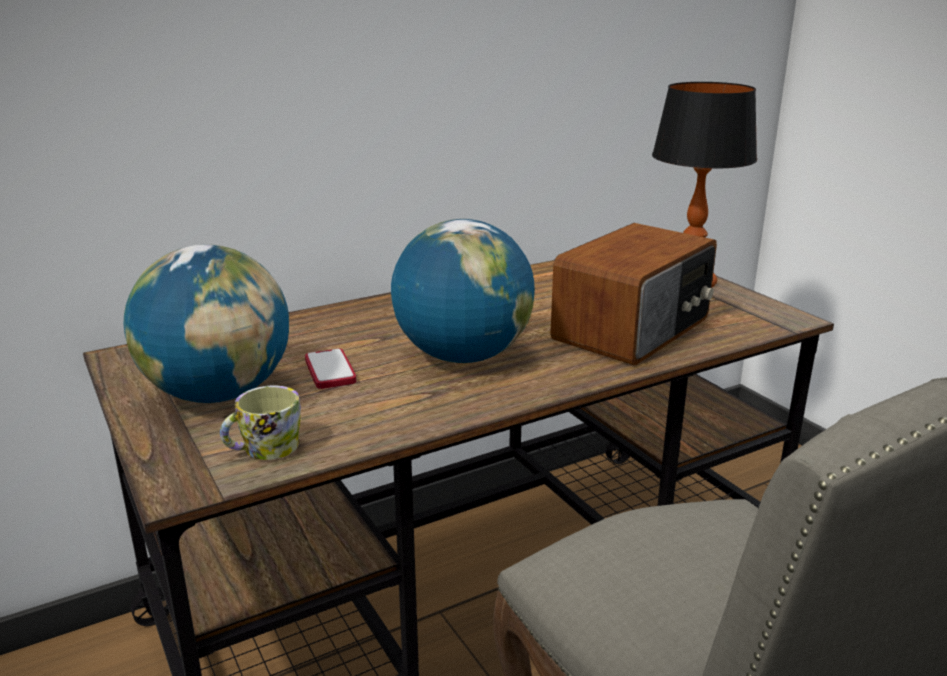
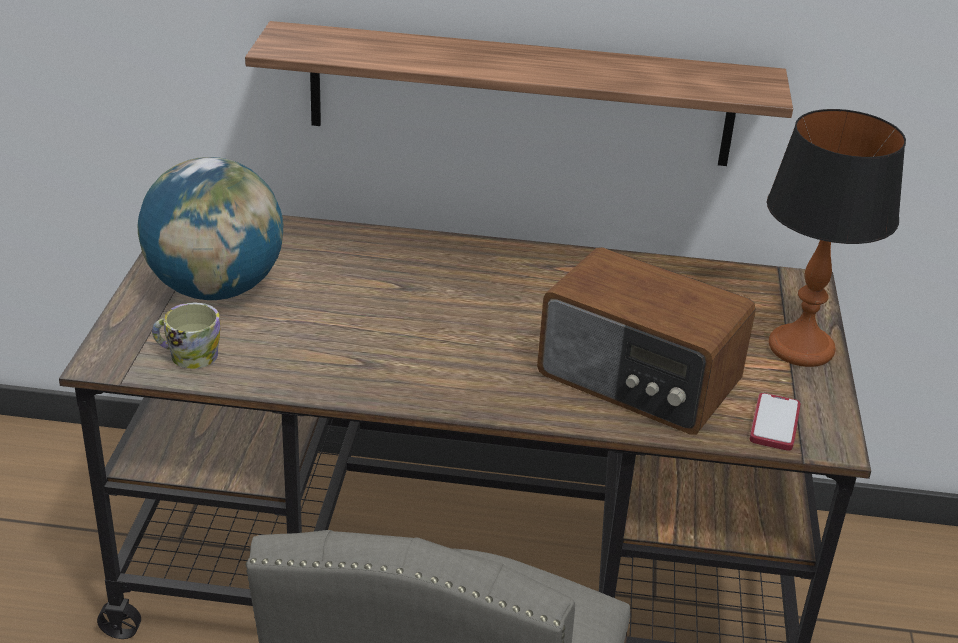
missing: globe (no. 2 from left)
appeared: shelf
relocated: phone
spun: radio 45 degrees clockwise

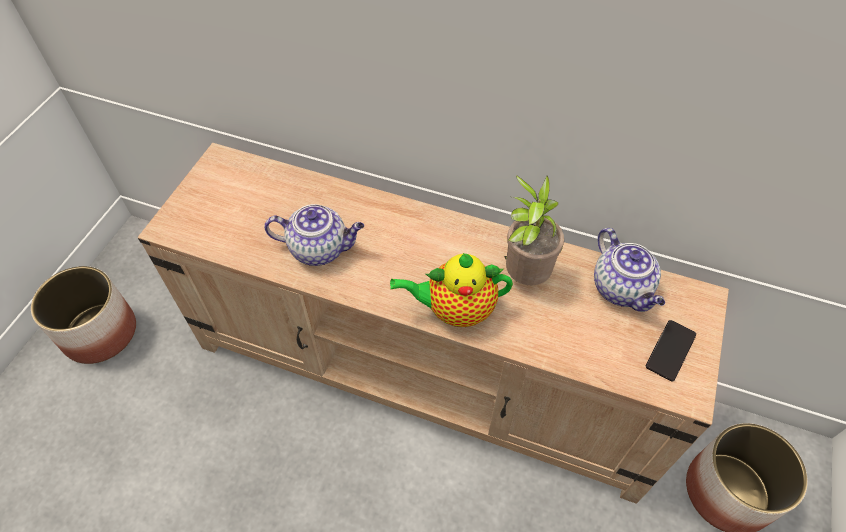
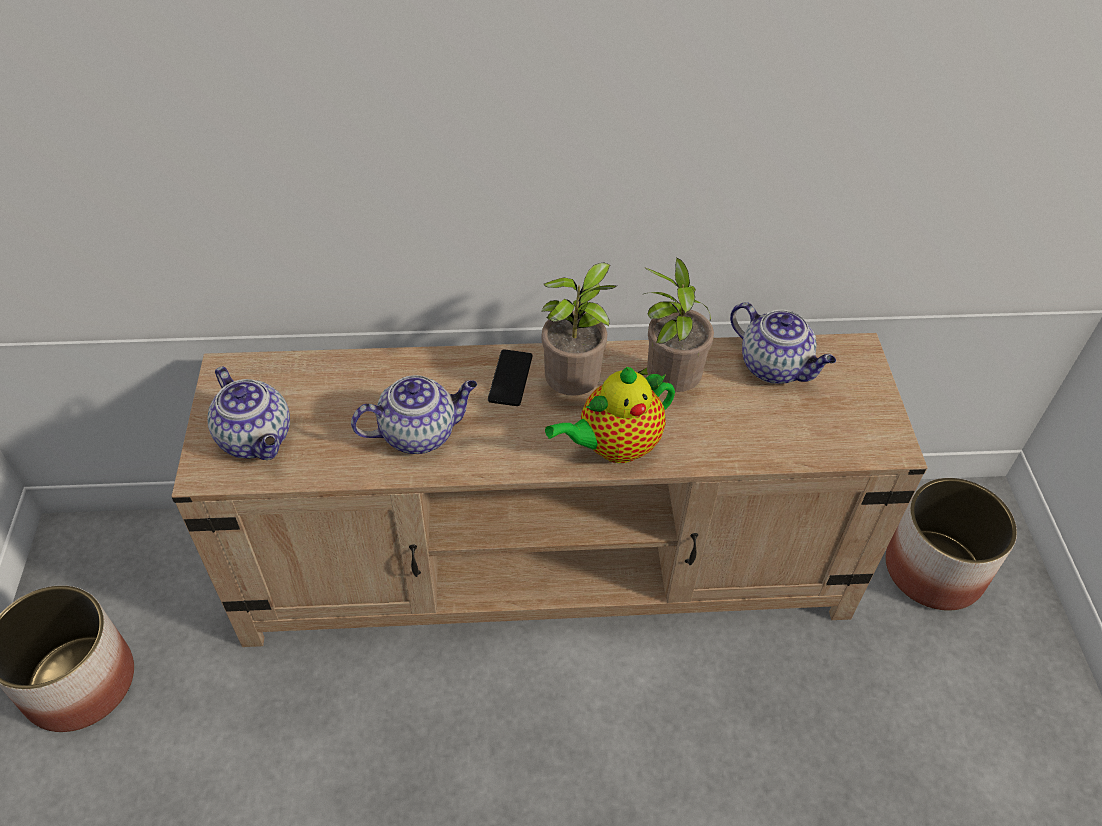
appeared: teapot (no. 1 from left); potted_plant (no. 1 from left)
relocated: phone

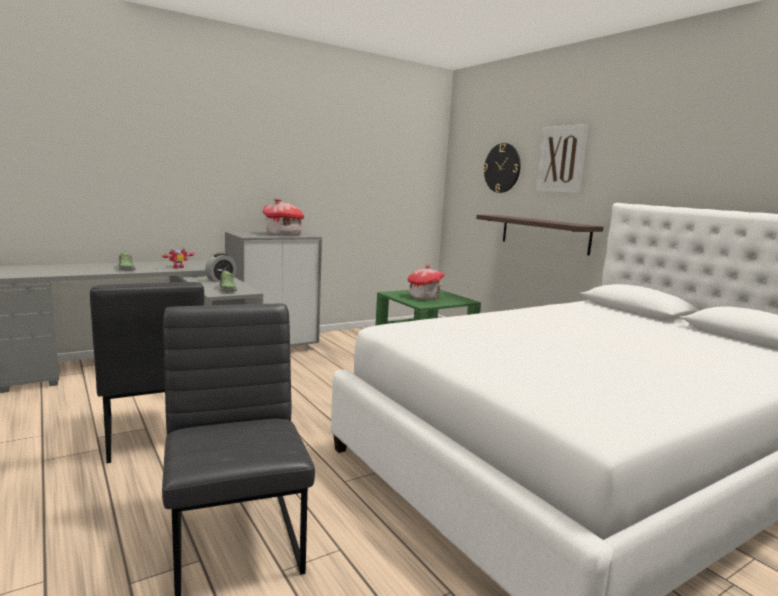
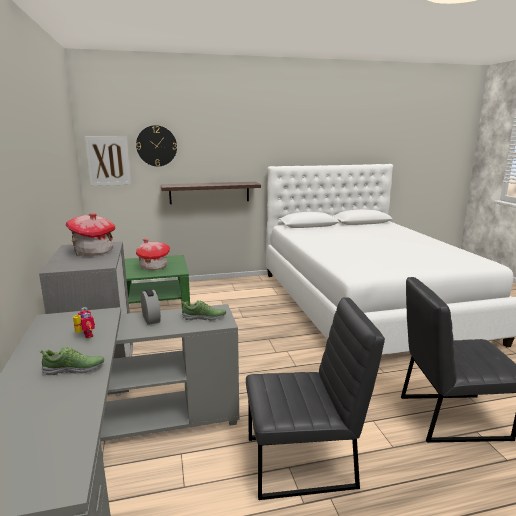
relocated: picture

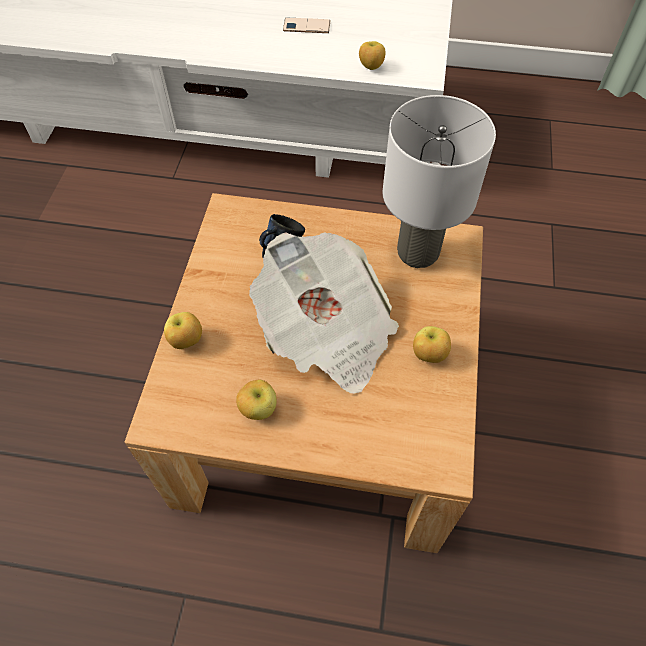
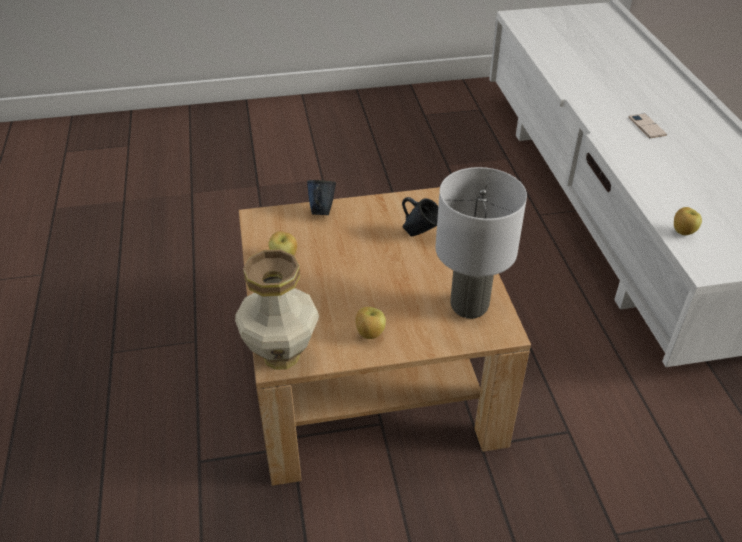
missing: newspaper
appeared: vase
relocated: phone
exchanged: apple (no. 1 from left) to blue_mug (no. 1 from left)

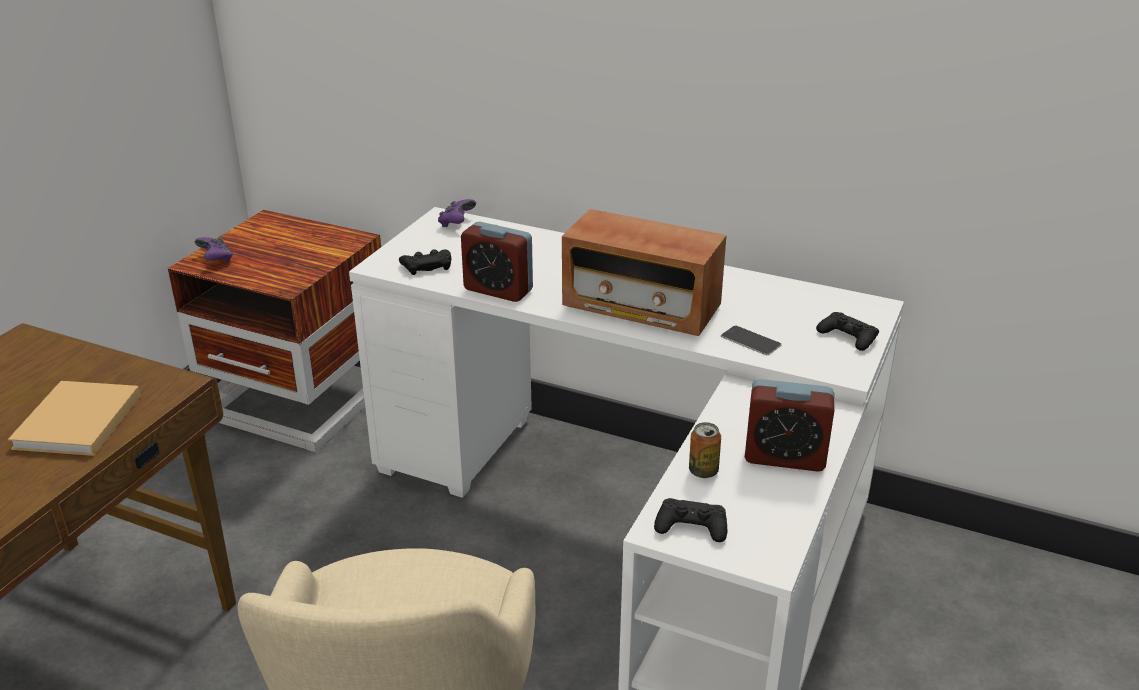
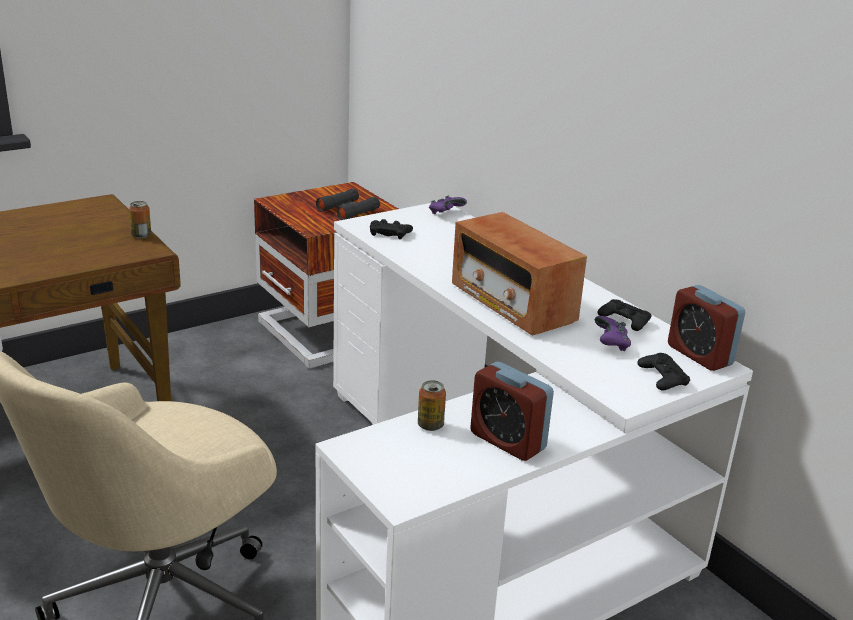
missing: beige_book; phone
appeared: can (no. 1 from left); black_binoculars
relocated: purple_game_controller (no. 1 from left in the first image) to purple_game_controller (no. 2 from left); alarm_clock (no. 1 from left in the first image) to alarm_clock (no. 2 from left); black_game_controller (no. 2 from left)

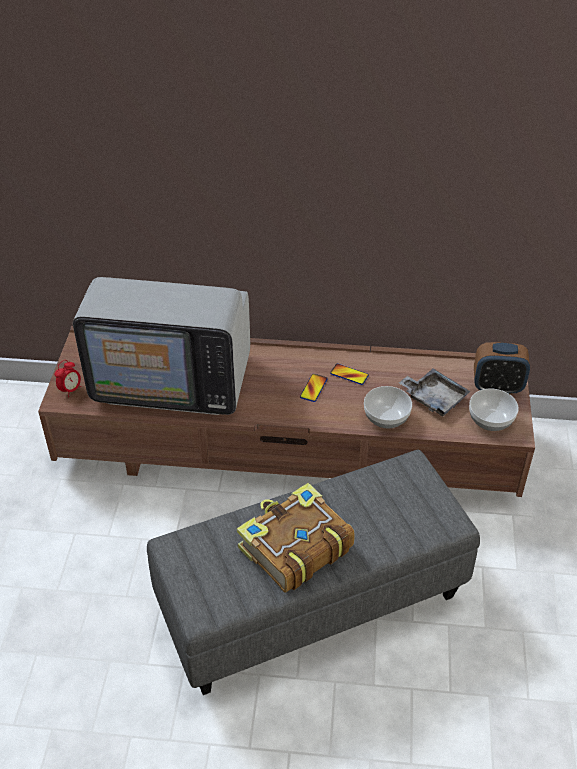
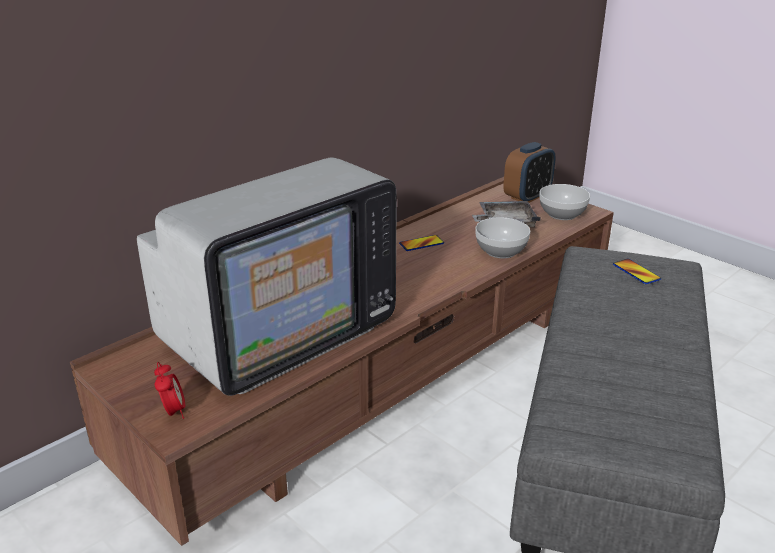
missing: book
relocated: phone (no. 1 from left in the first image) to phone (no. 2 from left)

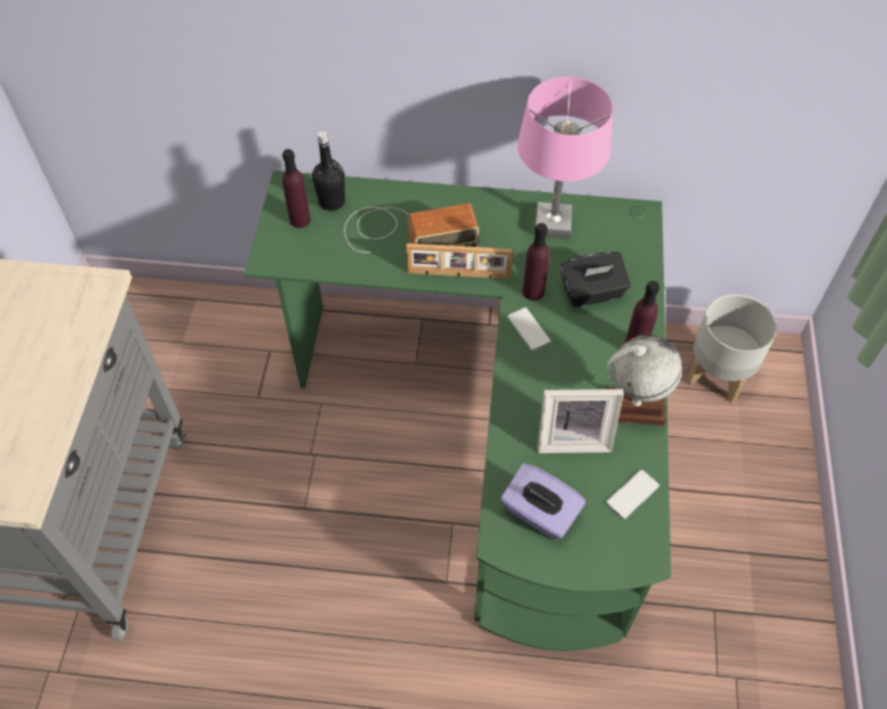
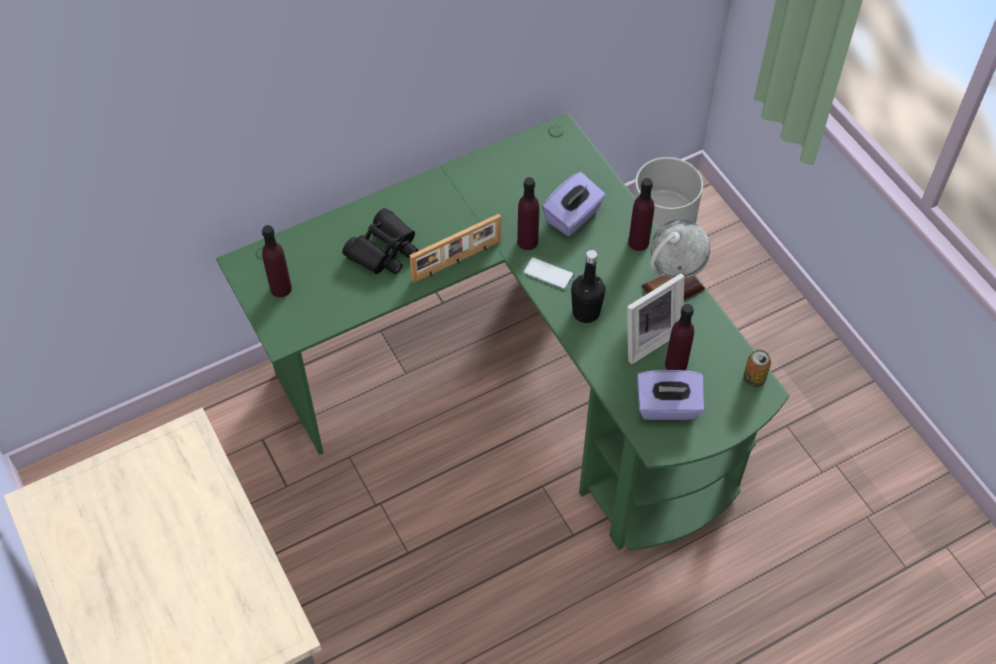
missing: pink_table_lamp; phone (no. 2 from left)
appeared: purple_bottle (no. 4 from left); can
relocated: black_bottle
exchanged: radio to black_binoculars
colour: black_tissue_box to purple_tissue_box (no. 1 from left)

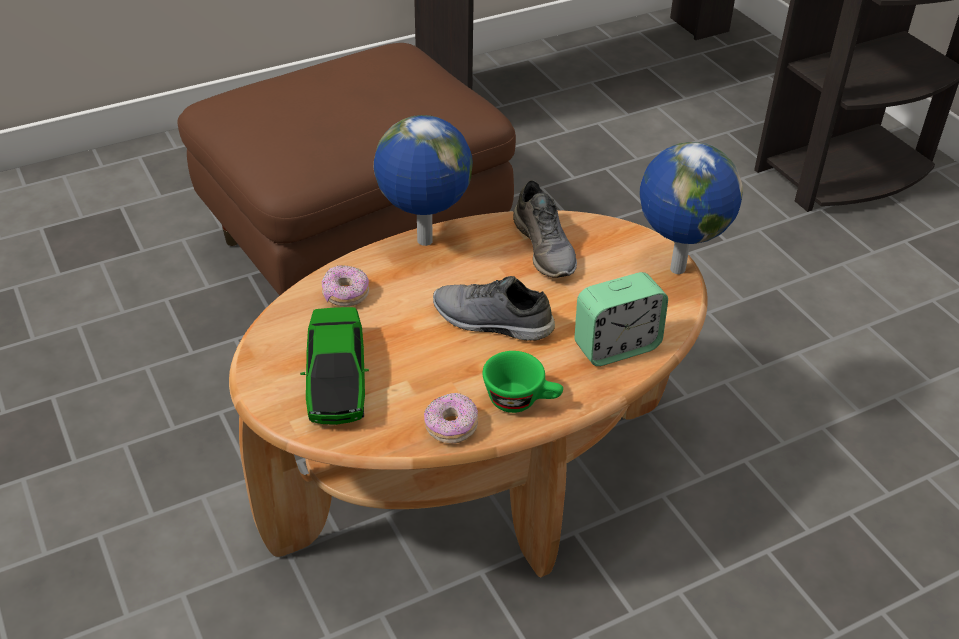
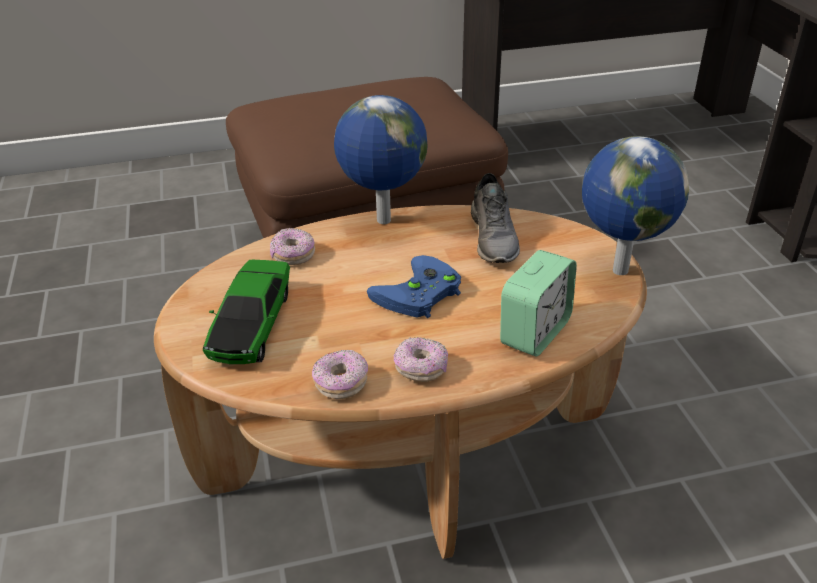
exchanged: grey_shoe (no. 1 from left) to blue_game_controller; green_cup to donut (no. 3 from left)
spun: alarm_clock 45 degrees counterclockwise

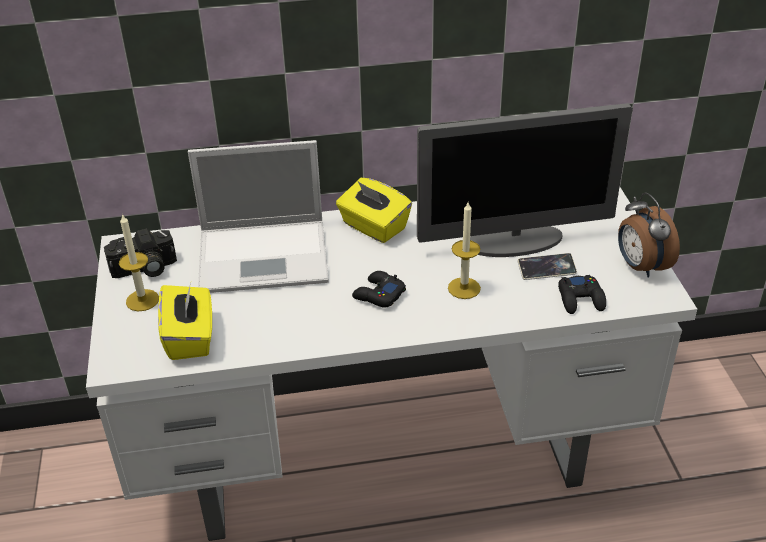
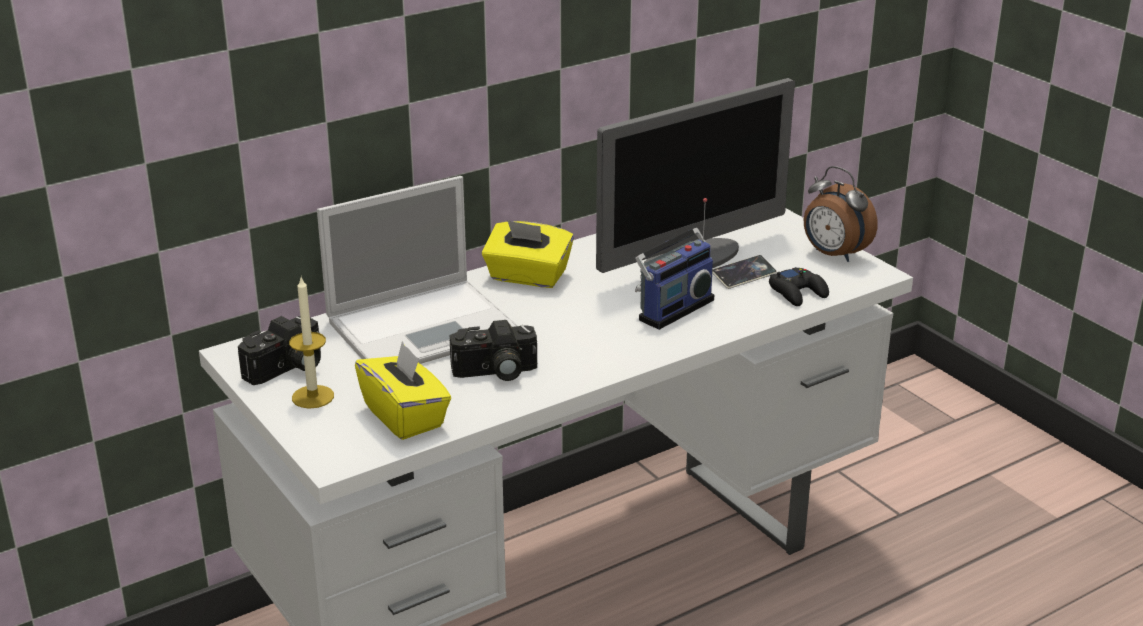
missing: black_game_controller (no. 1 from left)
appeared: photo_camera (no. 2 from left)
exchanged: candle (no. 2 from left) to radio

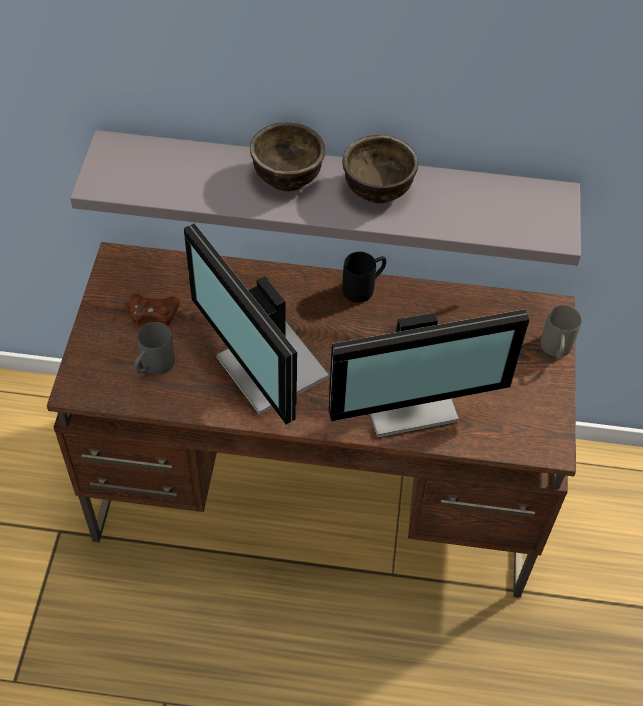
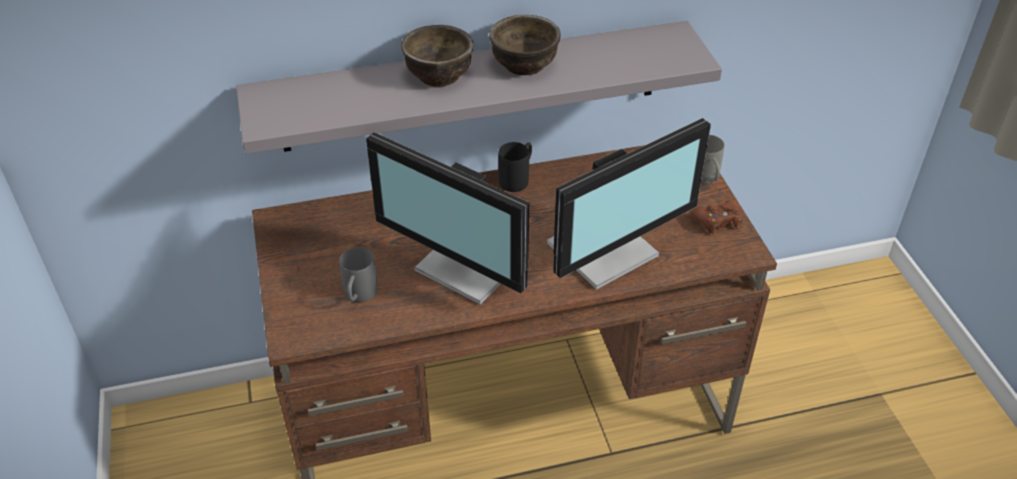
relocated: brown_game_controller

